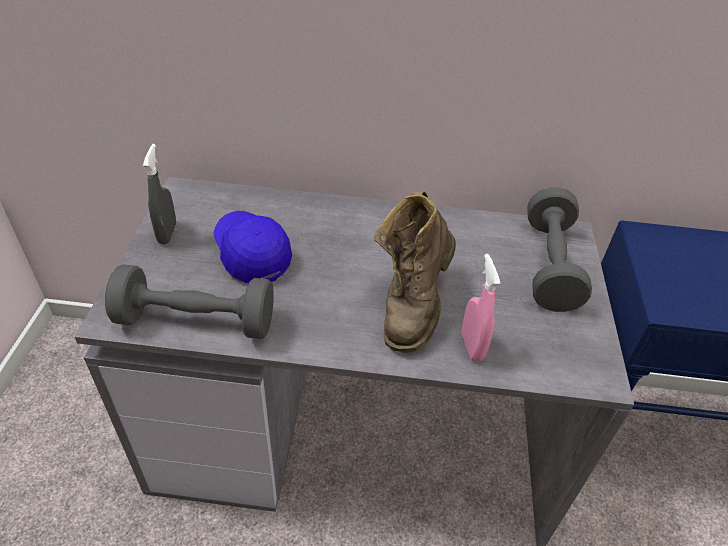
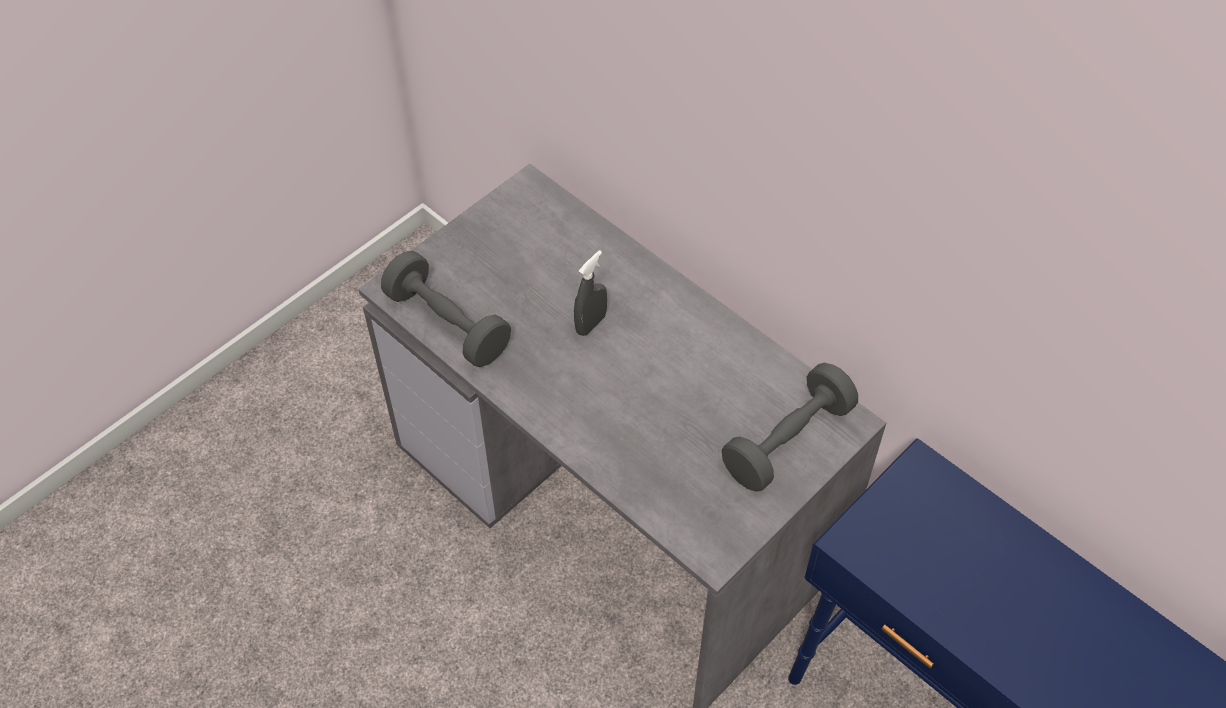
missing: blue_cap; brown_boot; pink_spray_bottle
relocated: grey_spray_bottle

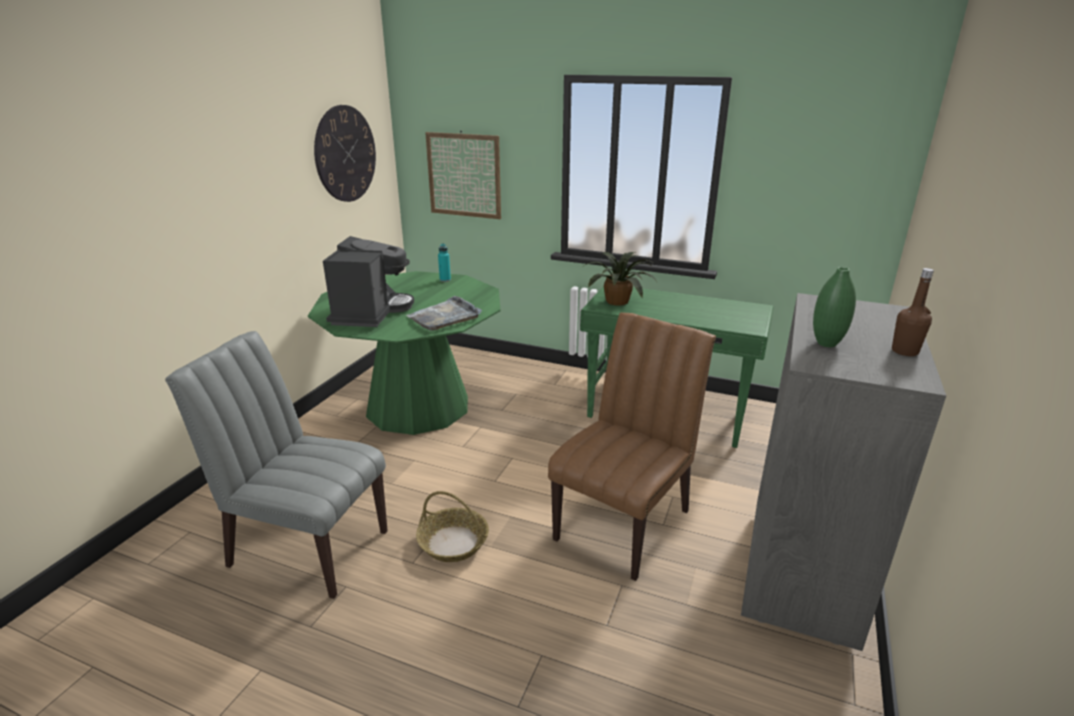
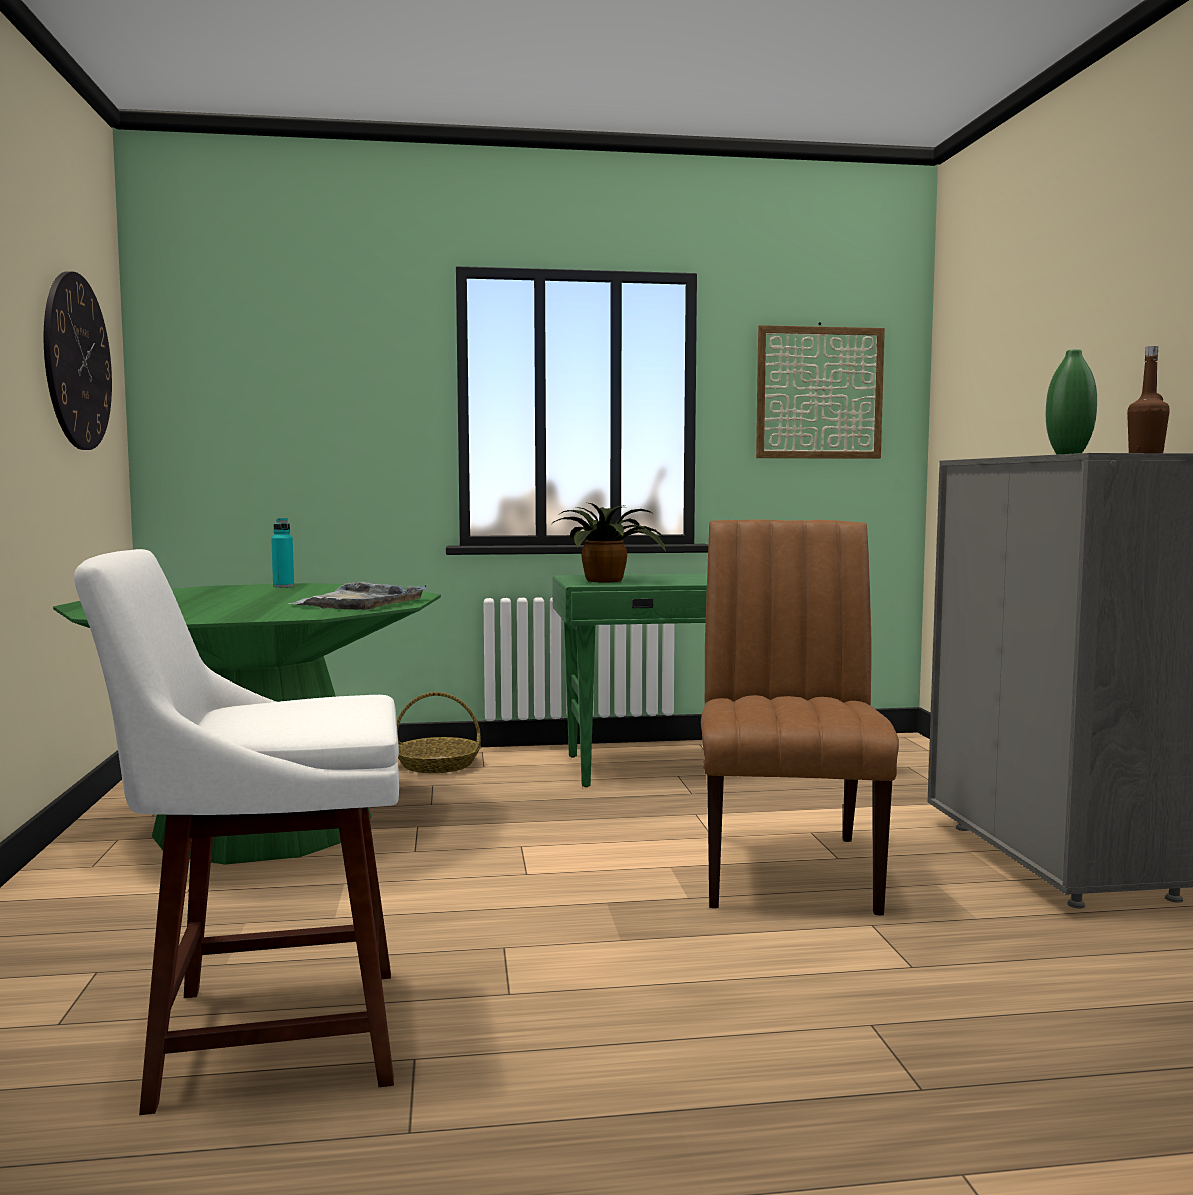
missing: coffee_machine
relocated: basket; picture
exchanged: grey_chair to white_stool

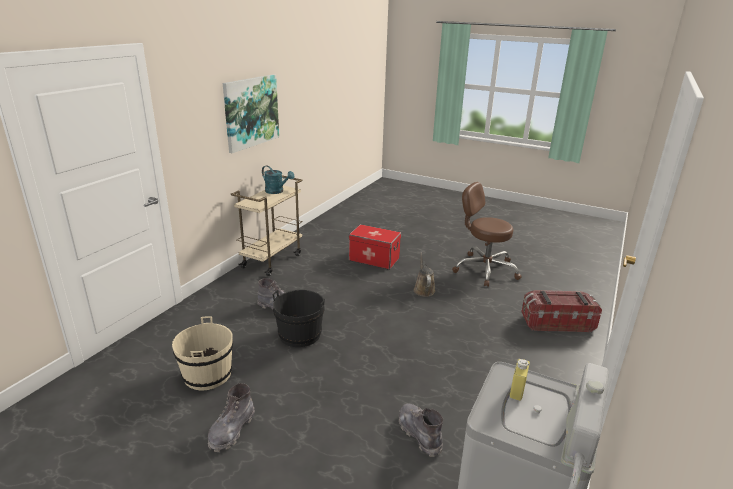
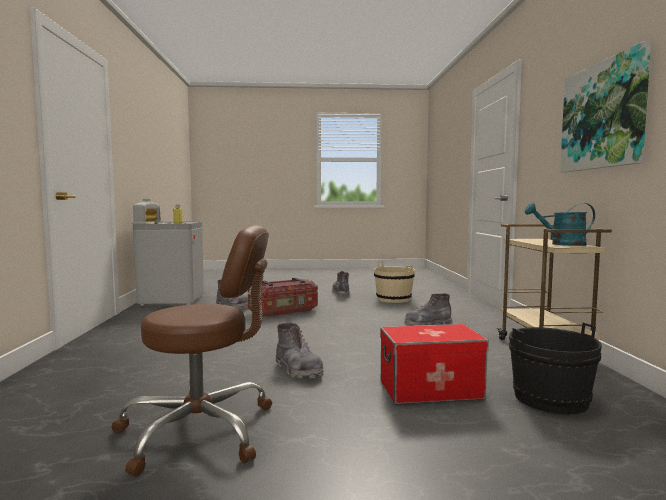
relocated: black_bucket; storage_box (no. 2 from left in the first image) to storage_box (no. 1 from left)
exchanged: brown_watering_can to grey_boot (no. 2 from left)

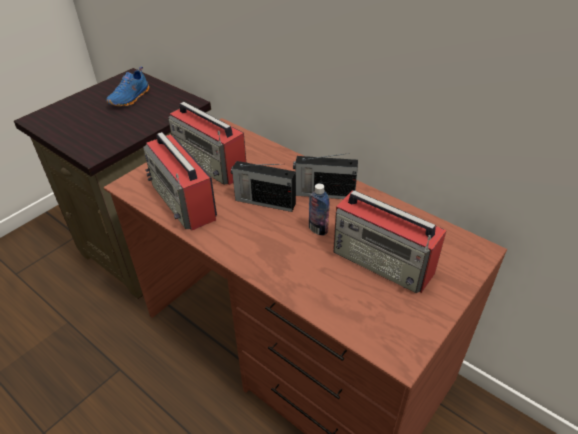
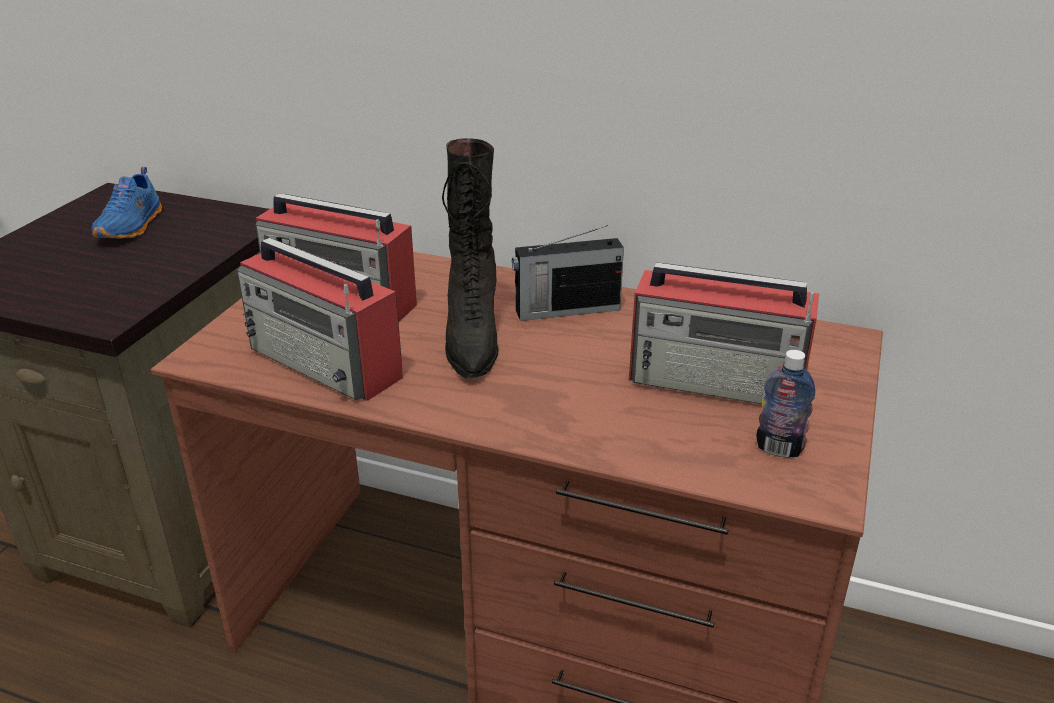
relocated: bottle
exchanged: radio (no. 3 from left) to black_boot

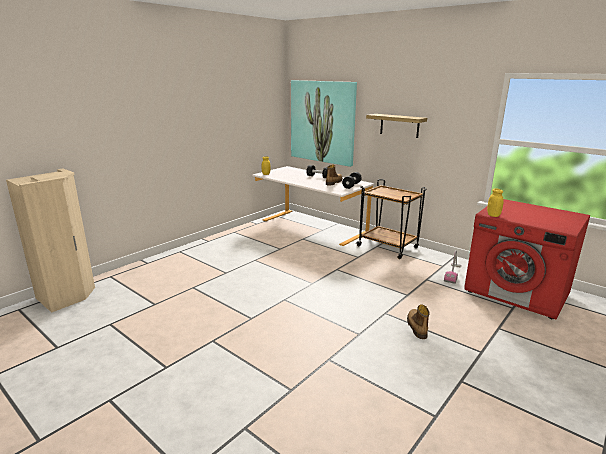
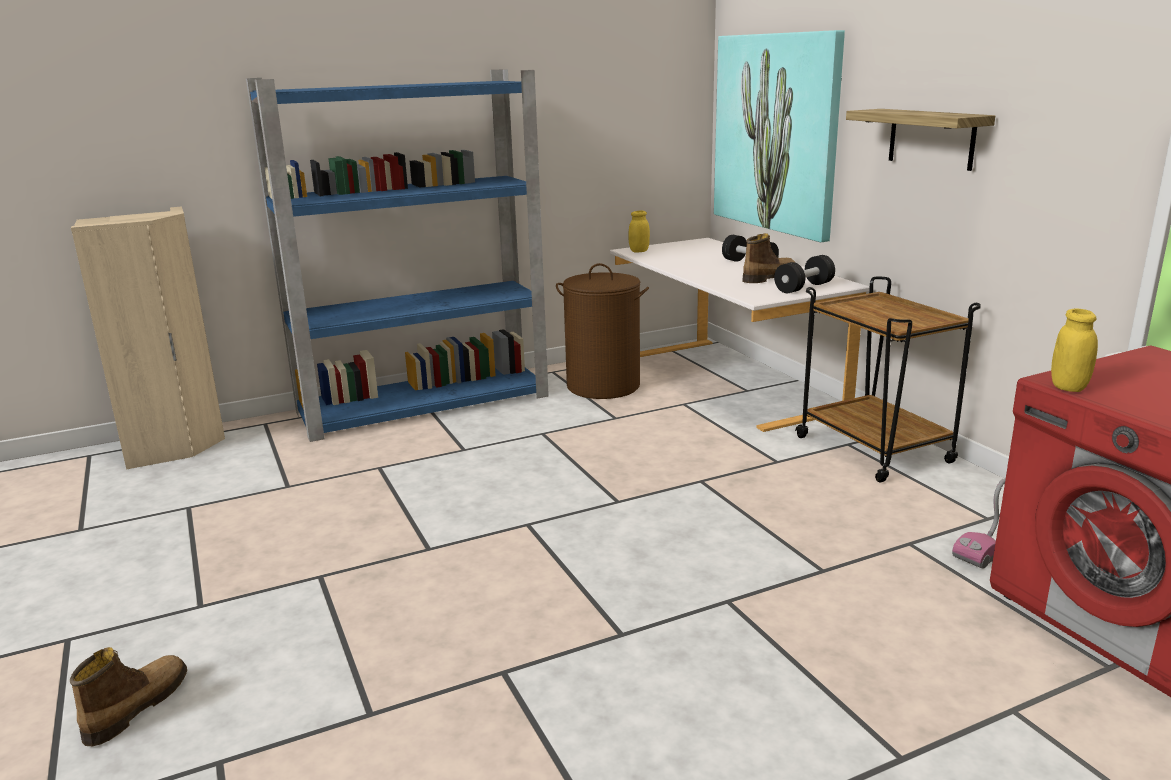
appeared: blue_bookcase; brown_laundry_basket
relocated: boot (no. 2 from left in the first image) to boot (no. 1 from left)

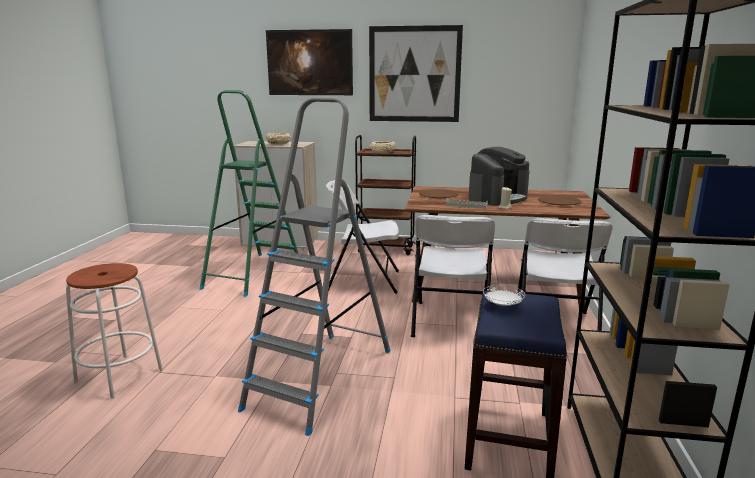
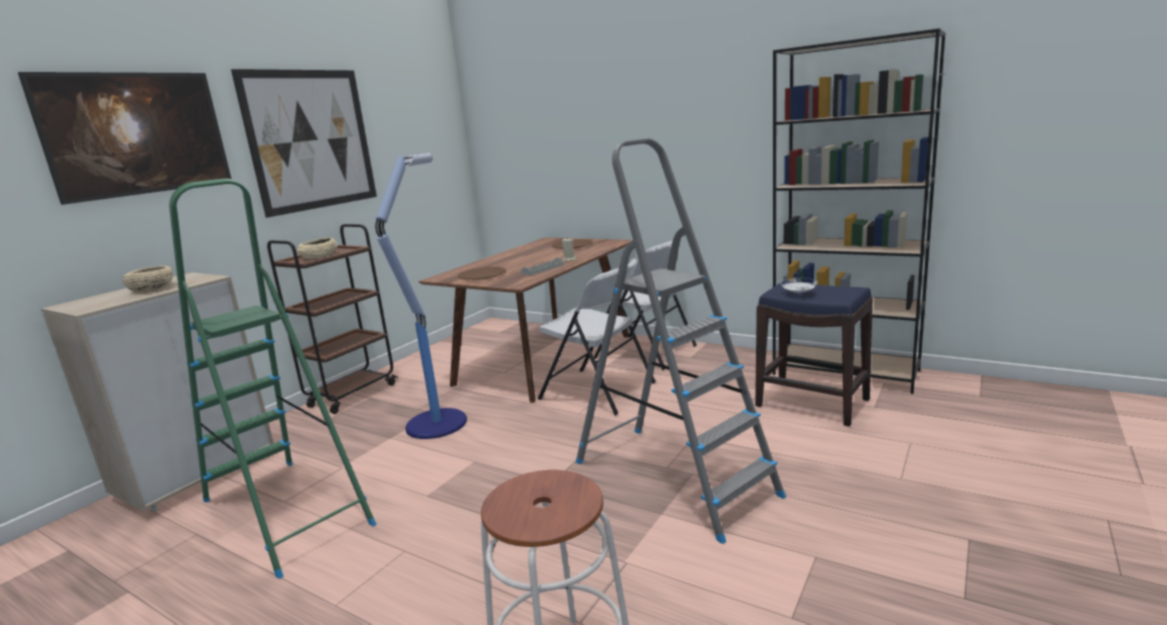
missing: coffee_machine
exchanged: white_chair (no. 1 from left) to floor_lamp

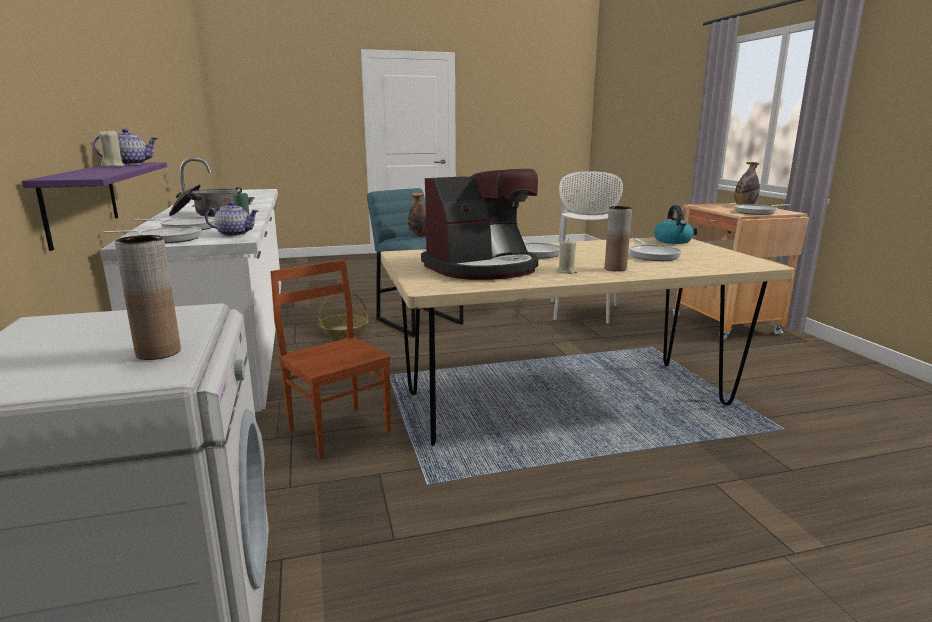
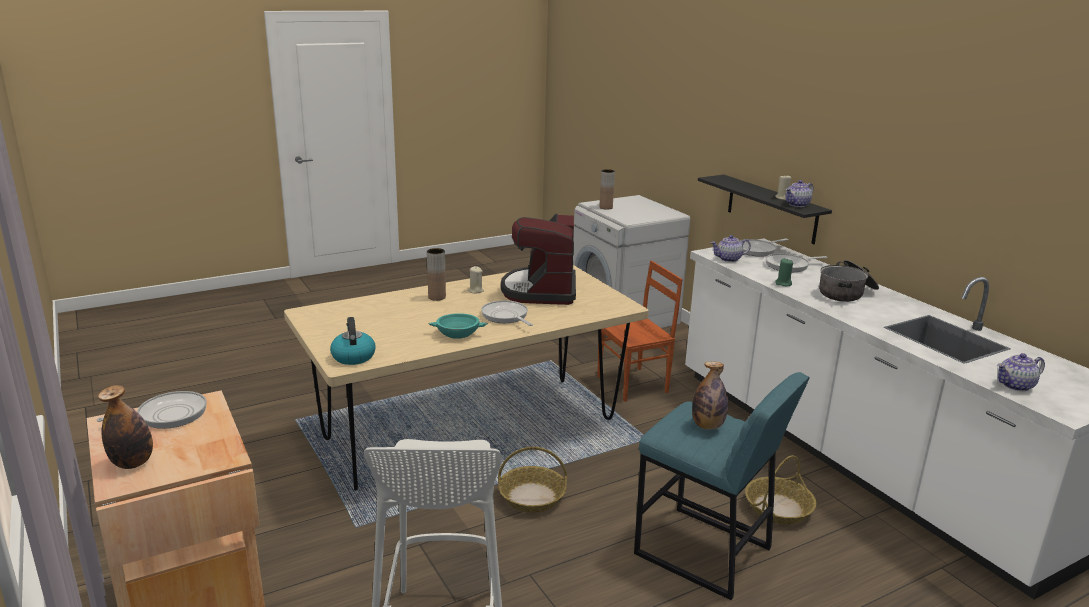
missing: frying_pan (no. 4 from left)
appeared: turquoise_bowl; basket (no. 1 from left); teapot (no. 3 from left)
colour: purple_shelf to black_shelf
spun: brown_chair 60 degrees counterclockwise; coffee_machine 45 degrees counterclockwise

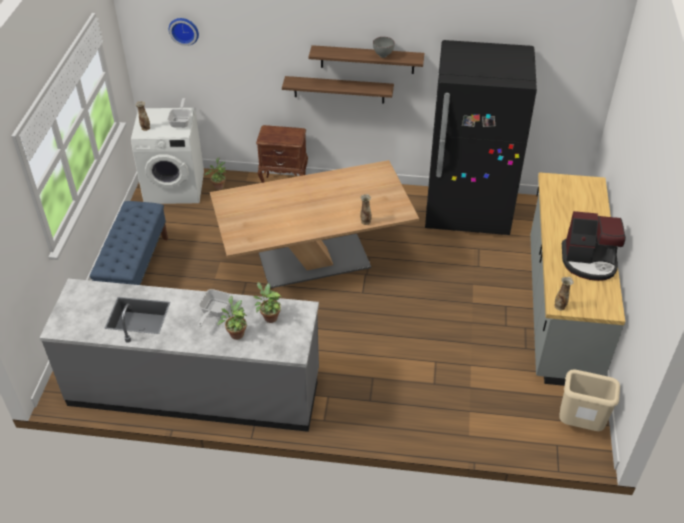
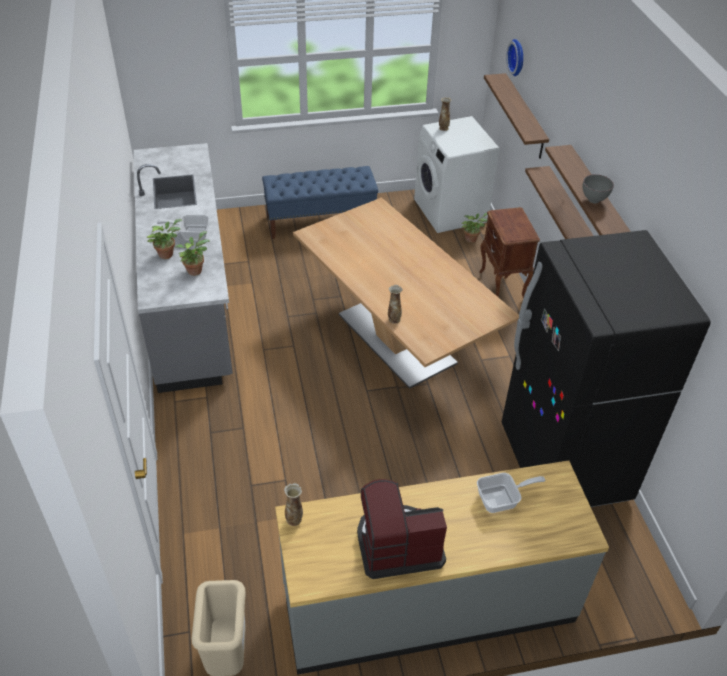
appeared: shelf (no. 1 from left)
relocated: frying_pan (no. 1 from left in the first image) to frying_pan (no. 2 from left)
spun: coffee_machine 90 degrees clockwise

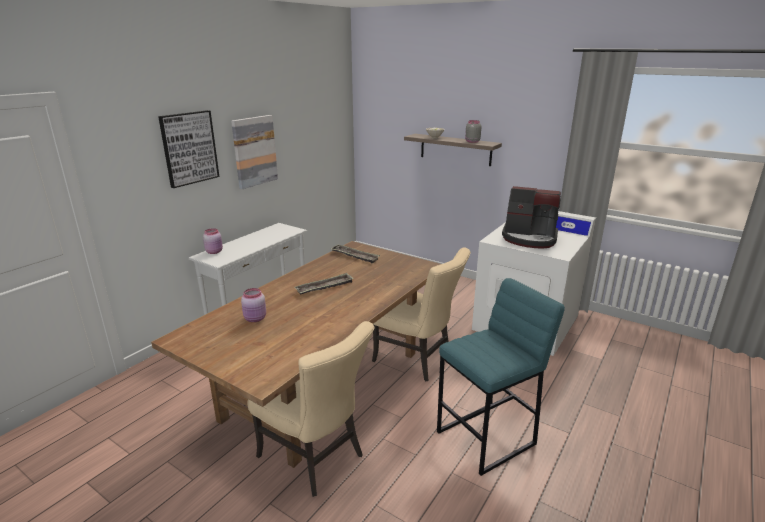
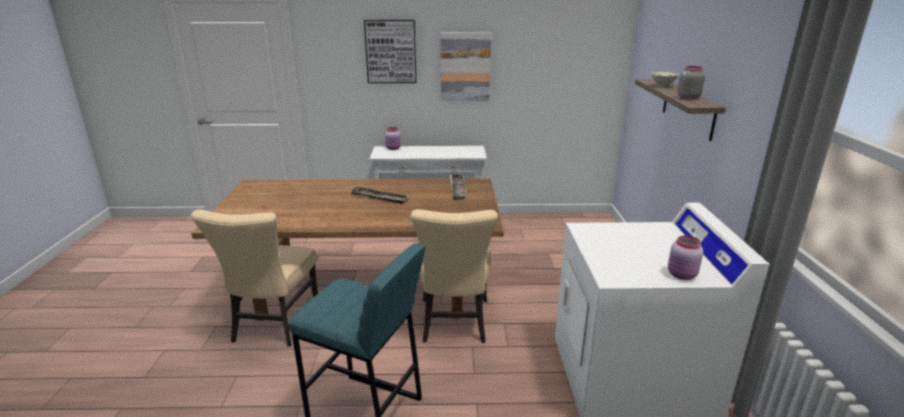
missing: coffee_machine
relocated: pink_jar (no. 2 from left)

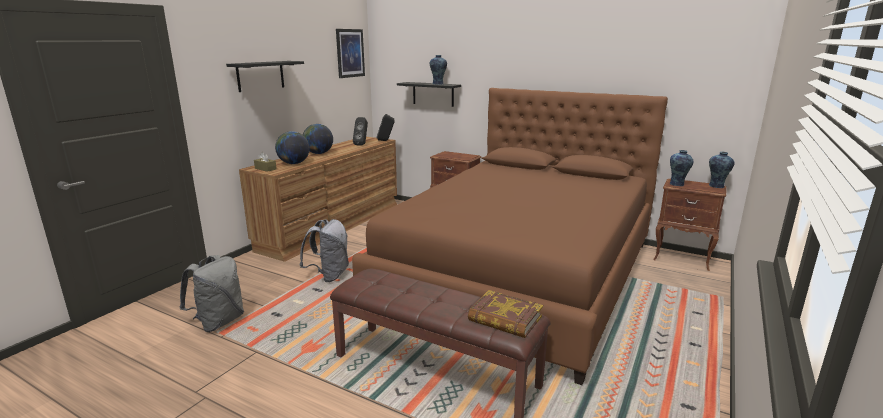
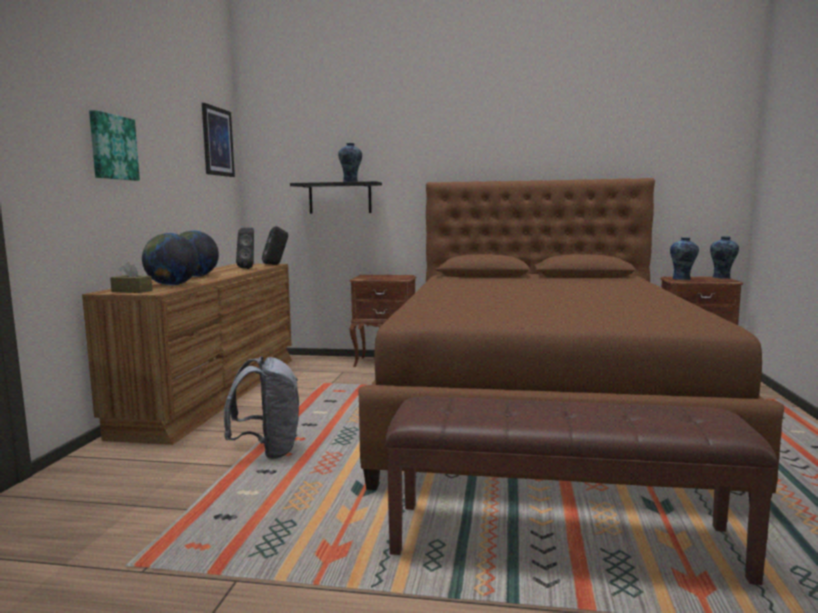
missing: grey_backpack (no. 1 from left); book
exchanged: black_shelf (no. 1 from left) to picture (no. 1 from left)

